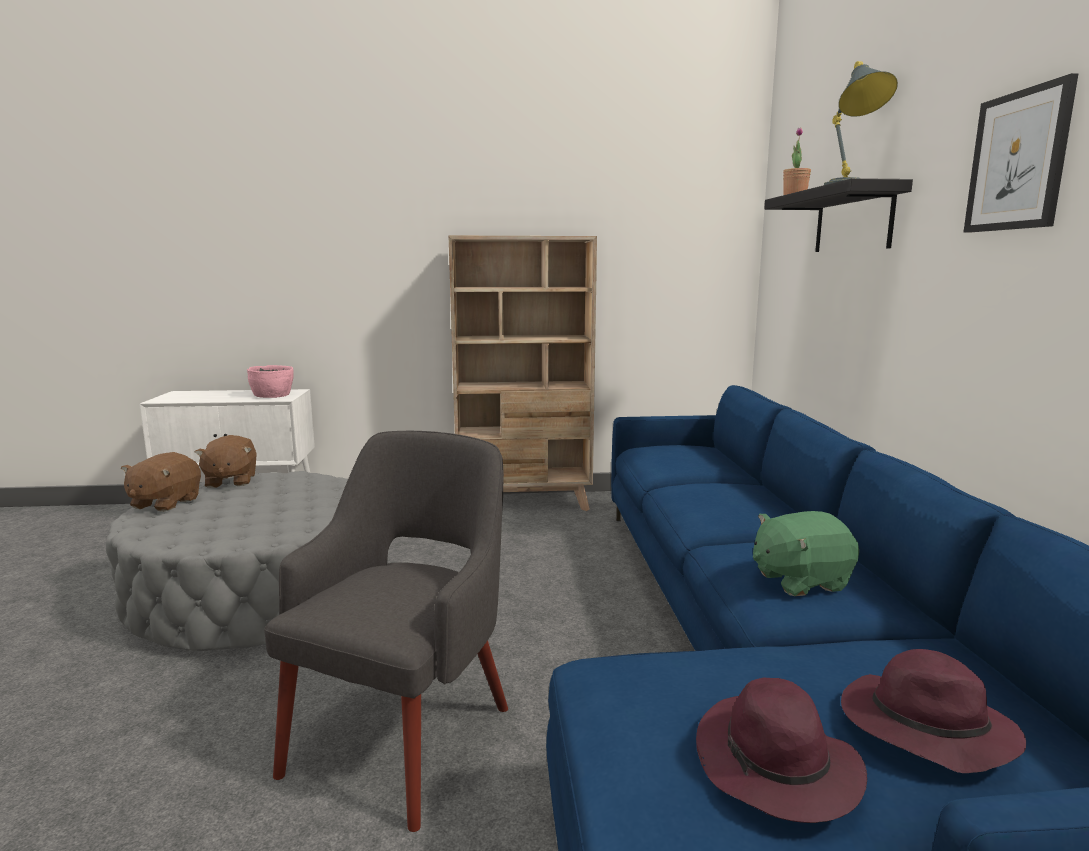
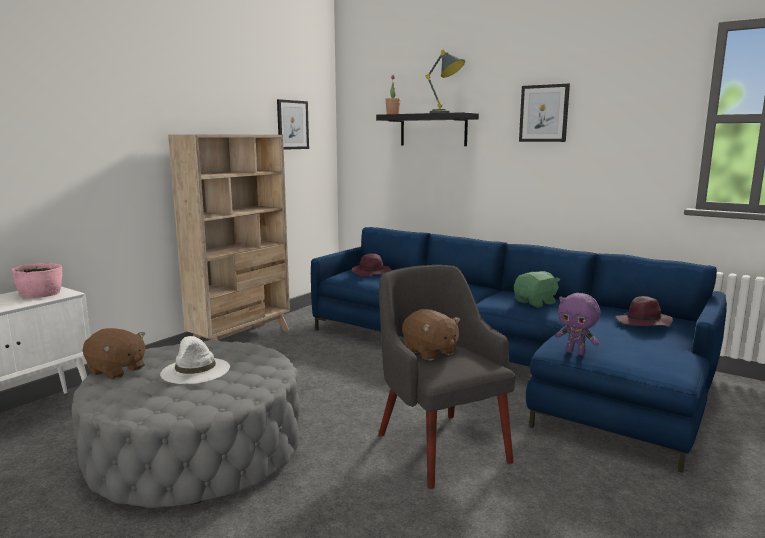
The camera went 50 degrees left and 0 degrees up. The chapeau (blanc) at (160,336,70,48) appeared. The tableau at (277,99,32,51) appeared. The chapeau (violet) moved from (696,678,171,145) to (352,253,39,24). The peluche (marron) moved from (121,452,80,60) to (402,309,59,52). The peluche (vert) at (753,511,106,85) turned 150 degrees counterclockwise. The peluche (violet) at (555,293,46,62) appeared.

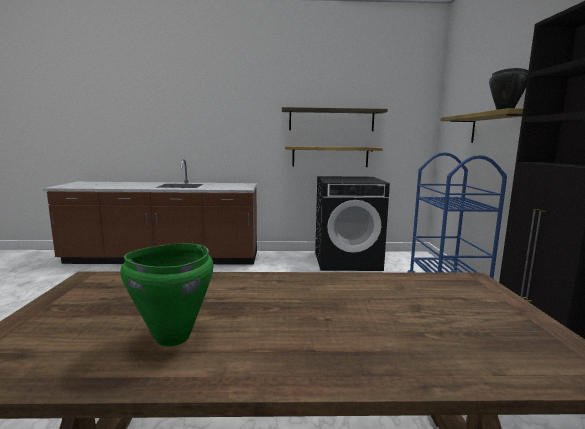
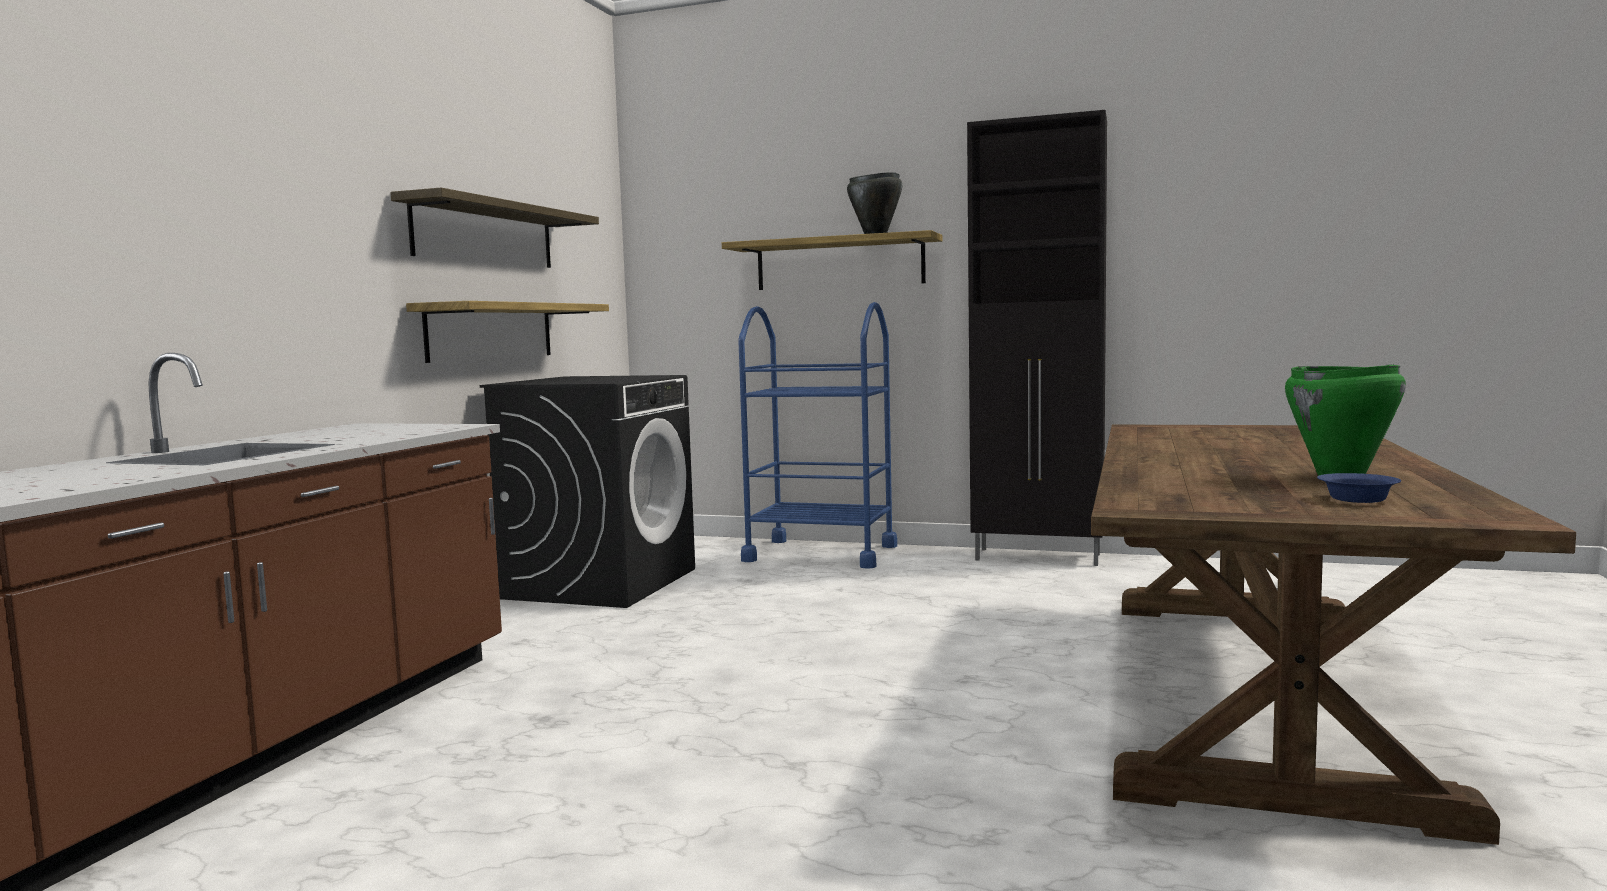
The camera went 70 degrees left and 5 degrees down. The bol (bleu) at (1317,473,84,30) appeared.

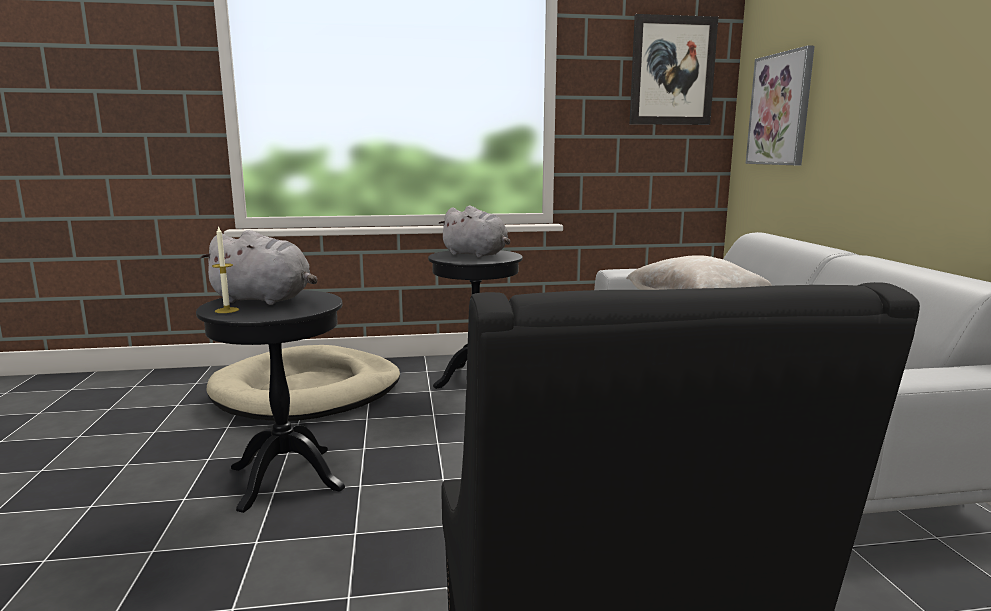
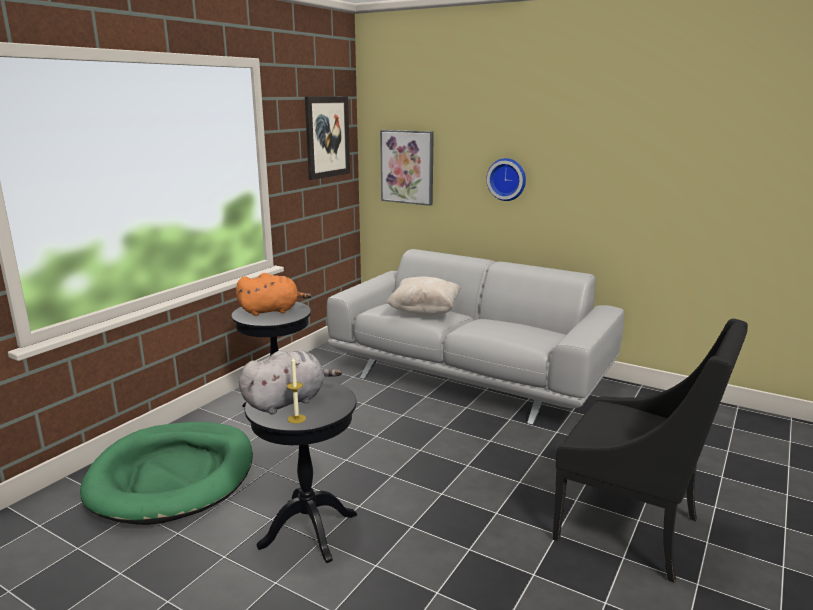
The camera went 50 degrees left and 5 degrees up. The panier pour chien (beige) at (207,345,193,76) became the panier pour chien (vert) at (80,422,173,103). The peluche (gris) at (438,206,72,52) became the peluche (orange) at (236,273,76,43). The horloge murale at (486,158,40,43) appeared.

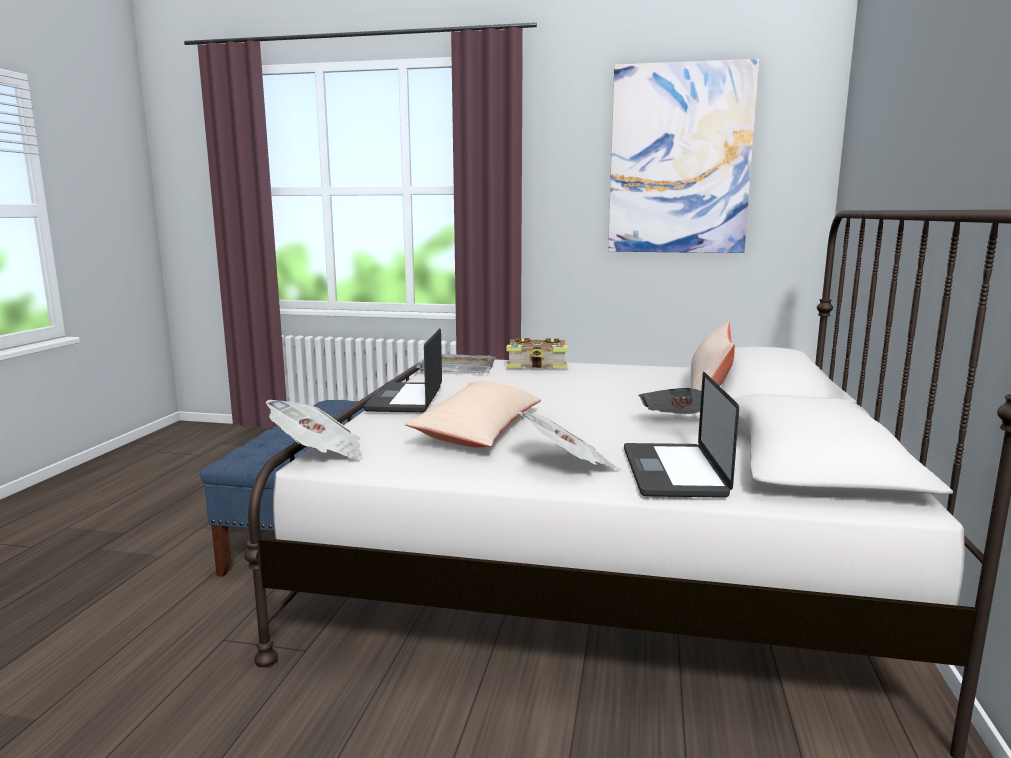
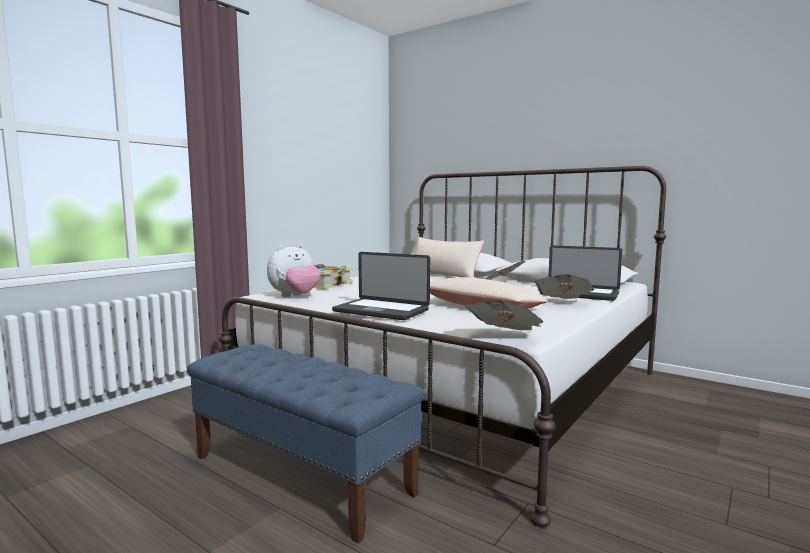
The camera went 65 degrees left and 5 degrees down. The plateau (gris) at (417,354,78,20) was replaced by the peluche at (267,244,54,53). The tableau at (608,59,151,194) disappeared.

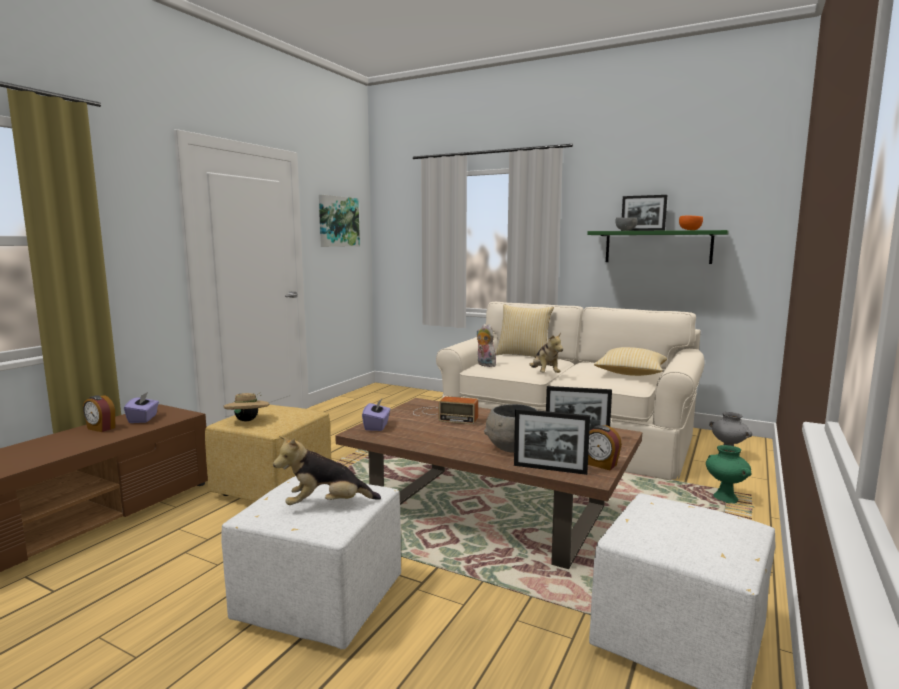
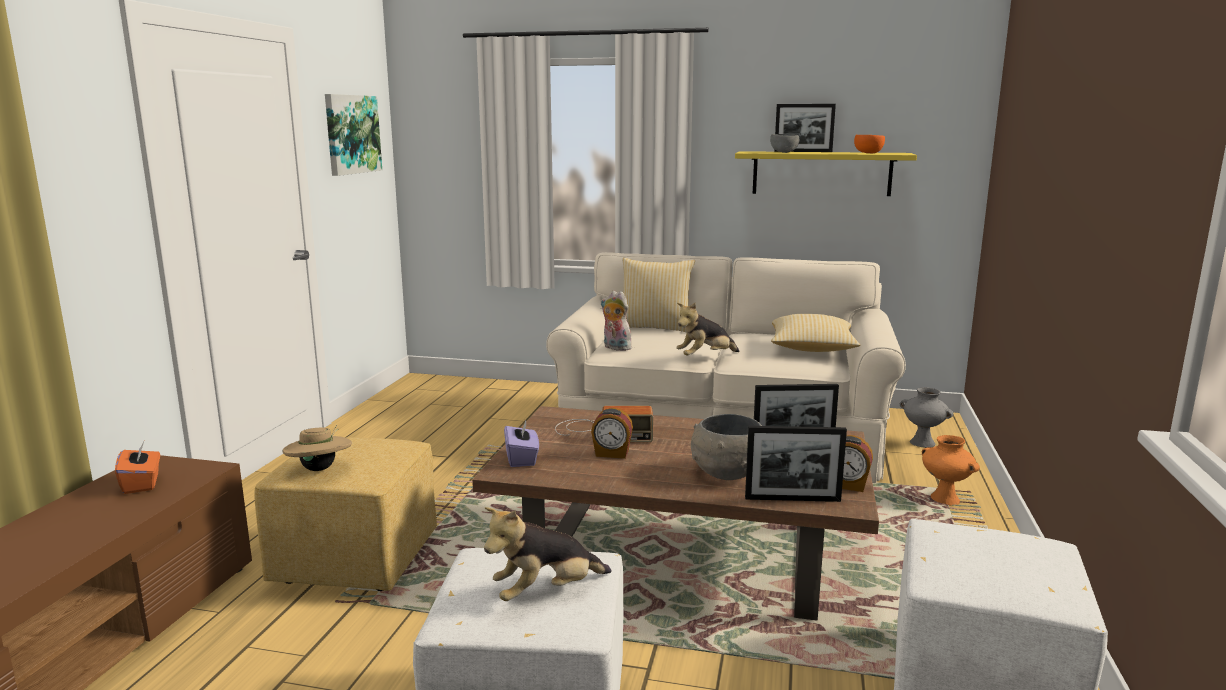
The camera went 15 degrees left and 5 degrees up. The boîte à mouchoirs (violet) at (124,392,35,31) became the boîte à mouchoirs (orange) at (115,441,45,53). The réveil moved from (83,395,32,37) to (591,408,42,51). The peluche at (529,333,34,40) turned 90 degrees clockwise. The étagère (vert) at (587,230,142,34) became the étagère (jaune) at (735,151,182,45). The vase (vert) at (706,445,46,58) became the vase (orange) at (922,435,58,71).

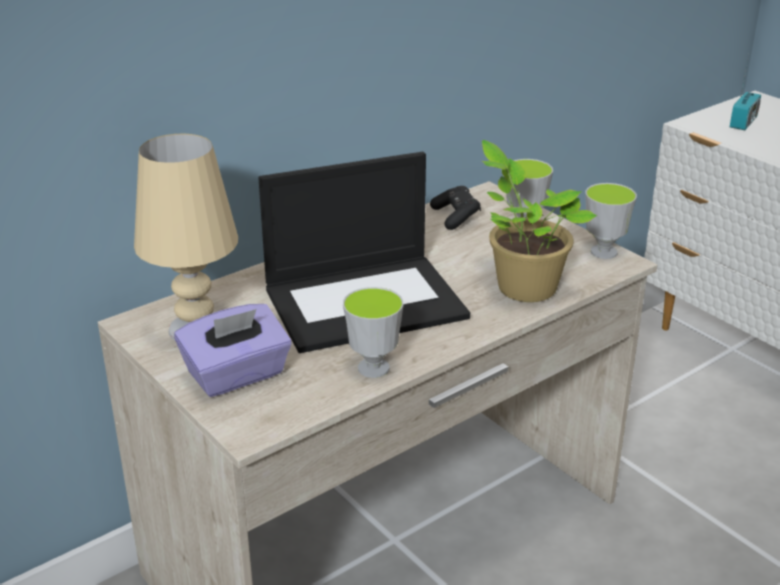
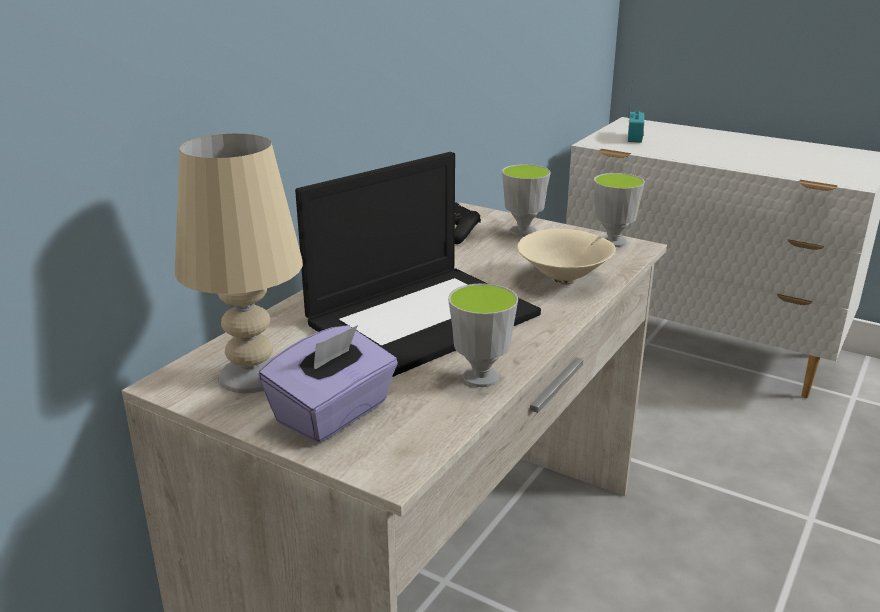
The camera went 20 degrees left and 5 degrees down. The plante en pot at (482,140,115,162) was replaced by the bol (beige) at (517,228,99,57).

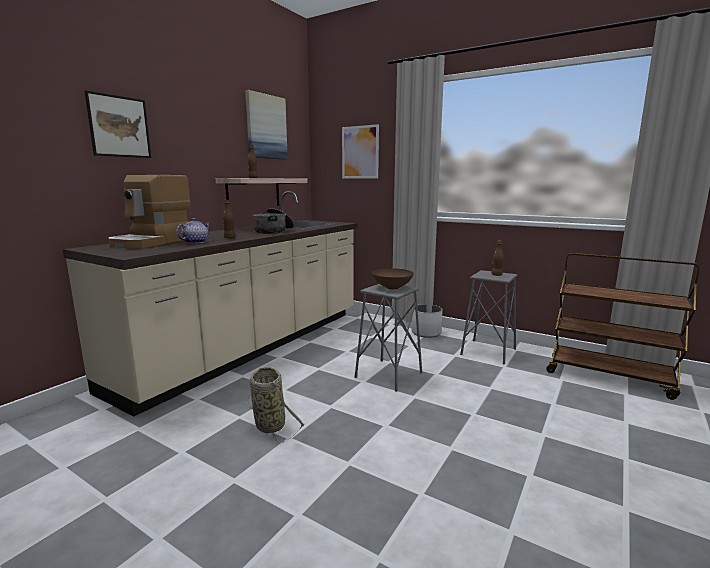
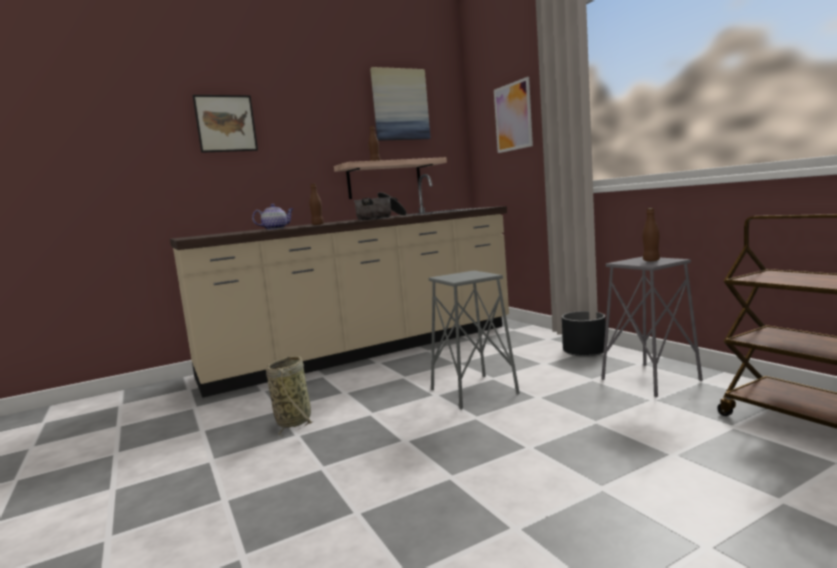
The camera went 30 degrees right and 5 degrees down. The cache-pot (blanc) at (412,304,31,34) became the cache-pot (noir) at (562,311,44,46). The machine à café at (108,175,82,74) disappeared. The bol (marron) at (372,268,42,21) disappeared.

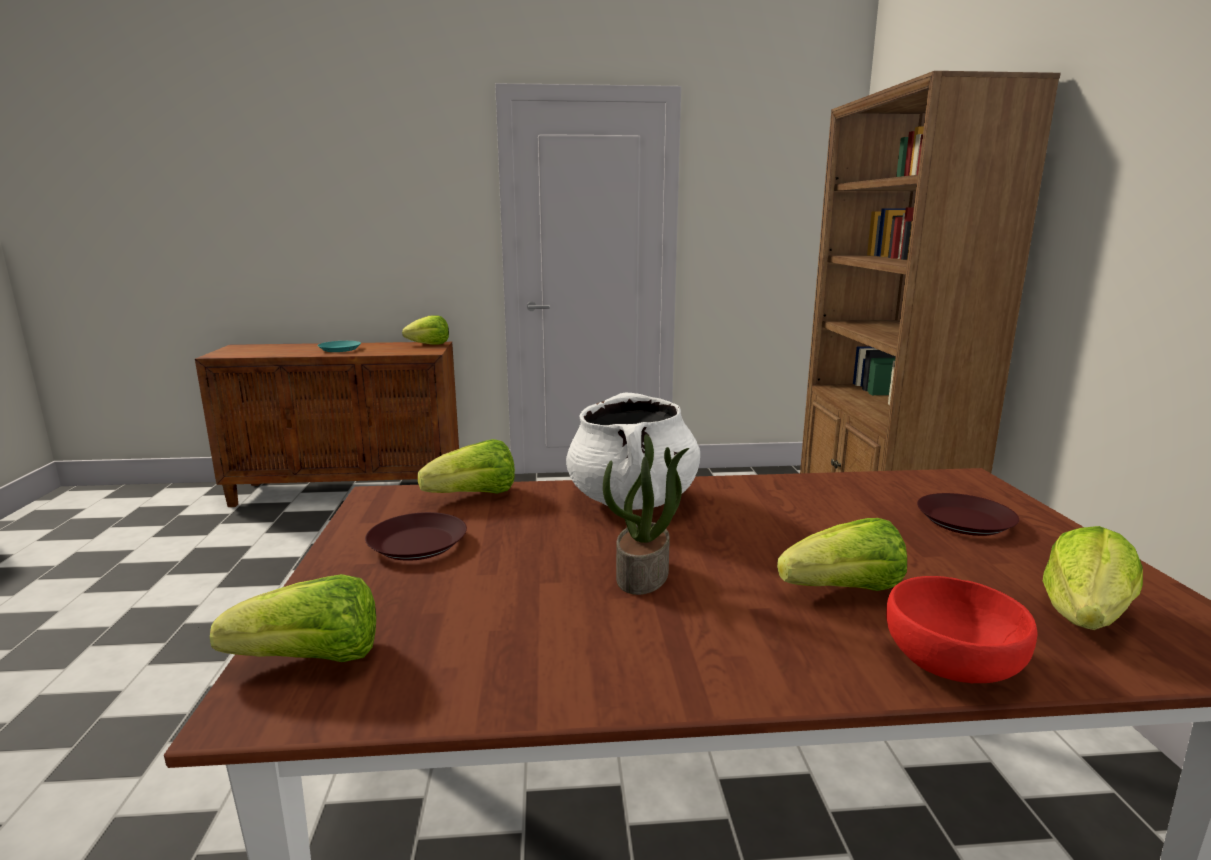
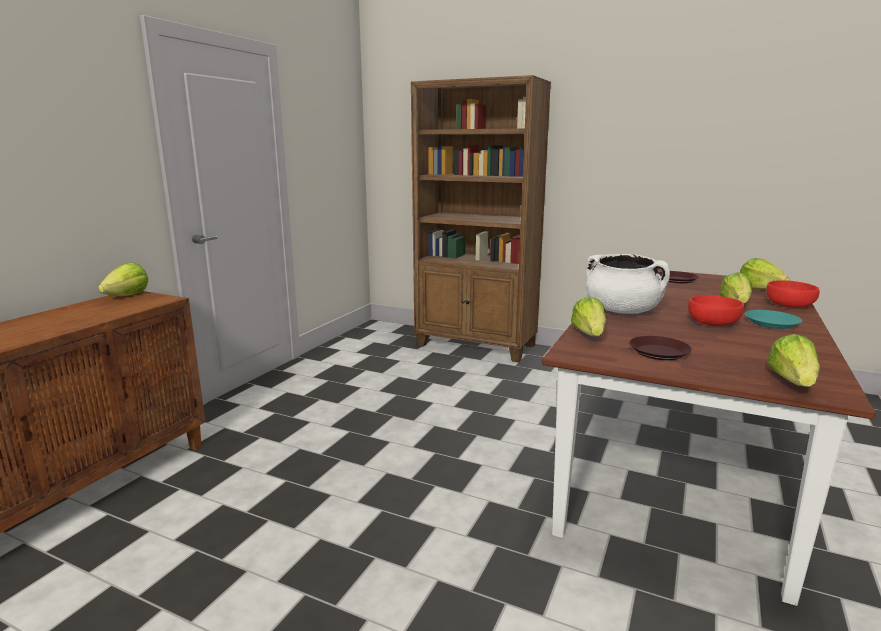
The camera went 60 degrees left and 0 degrees up. The plante en pot at (603,434,86,161) was replaced by the bol (rouge) at (688,295,56,31). The assiette (turquoise) moved from (317,341,44,11) to (745,310,57,19).

